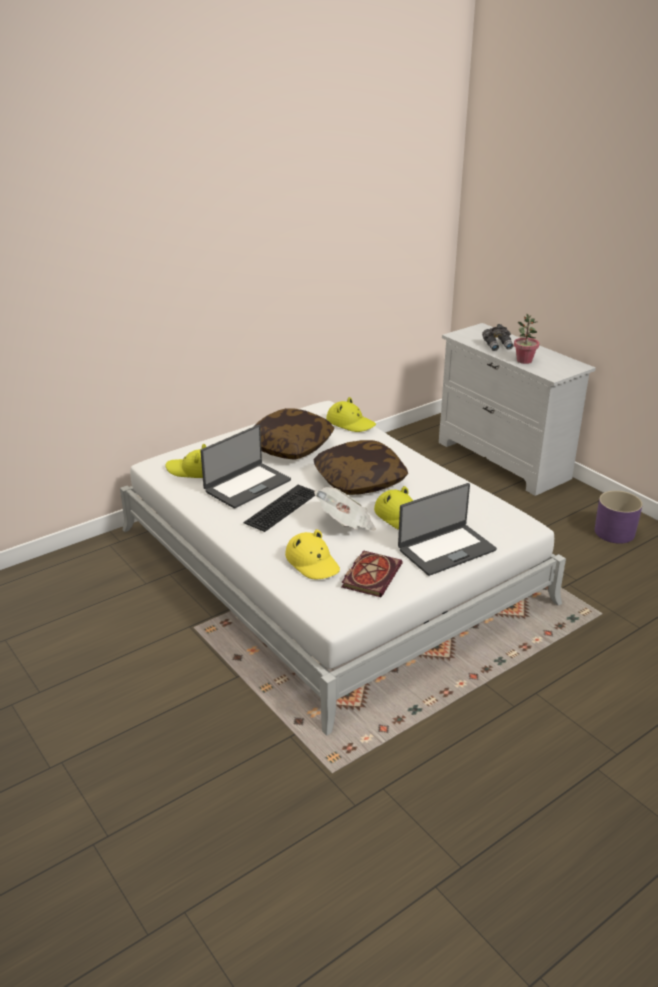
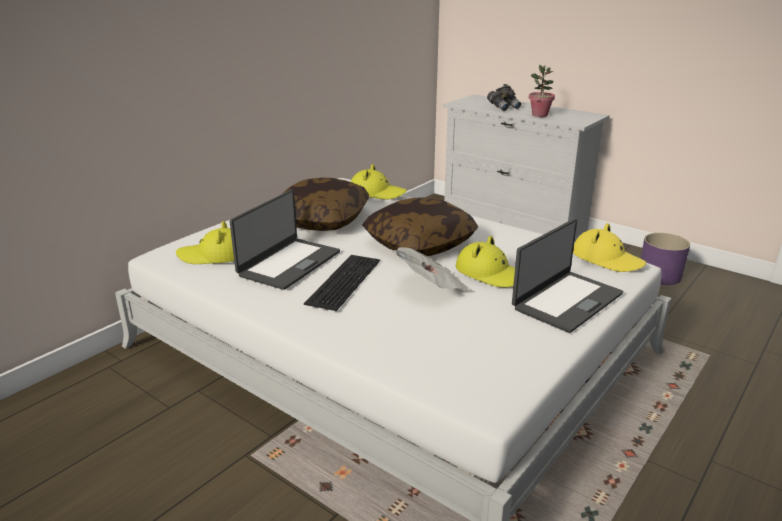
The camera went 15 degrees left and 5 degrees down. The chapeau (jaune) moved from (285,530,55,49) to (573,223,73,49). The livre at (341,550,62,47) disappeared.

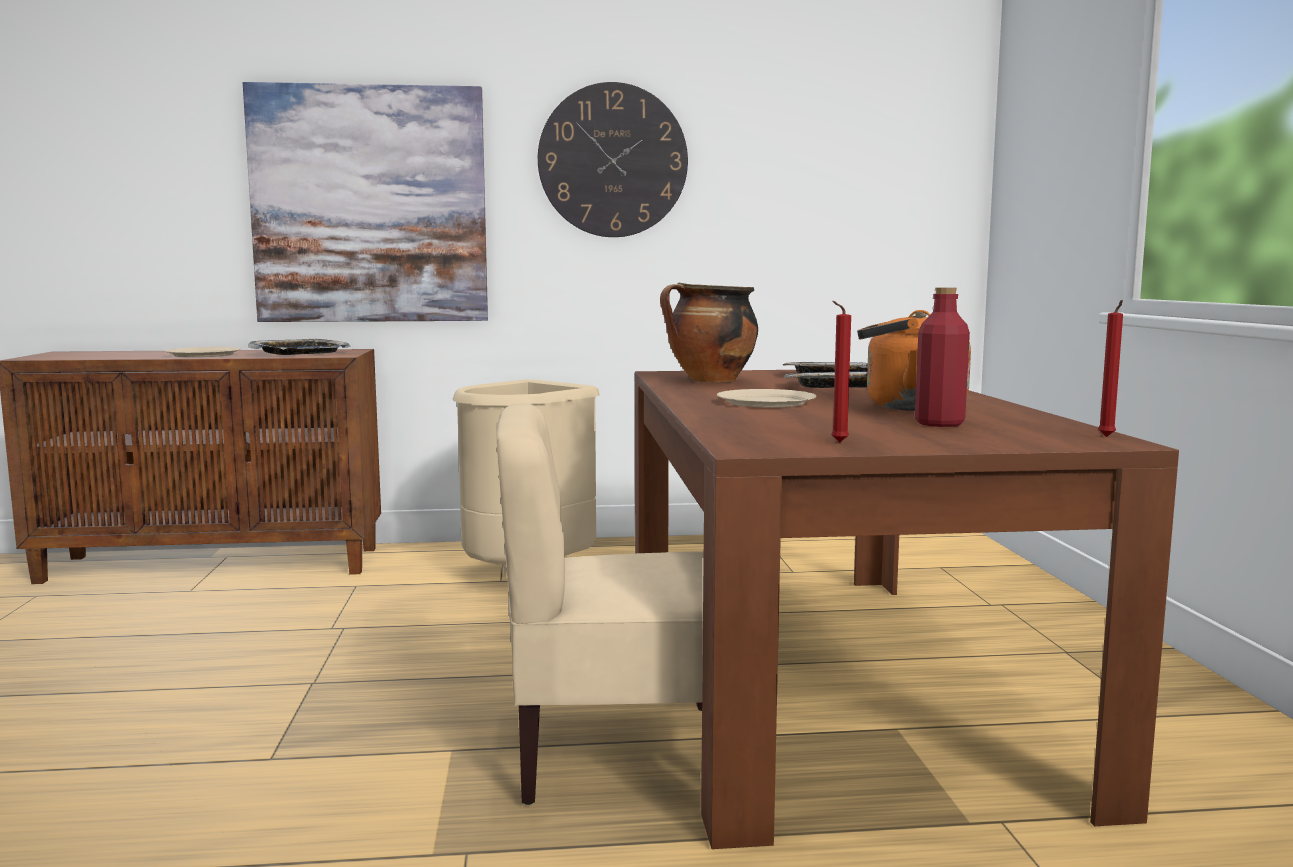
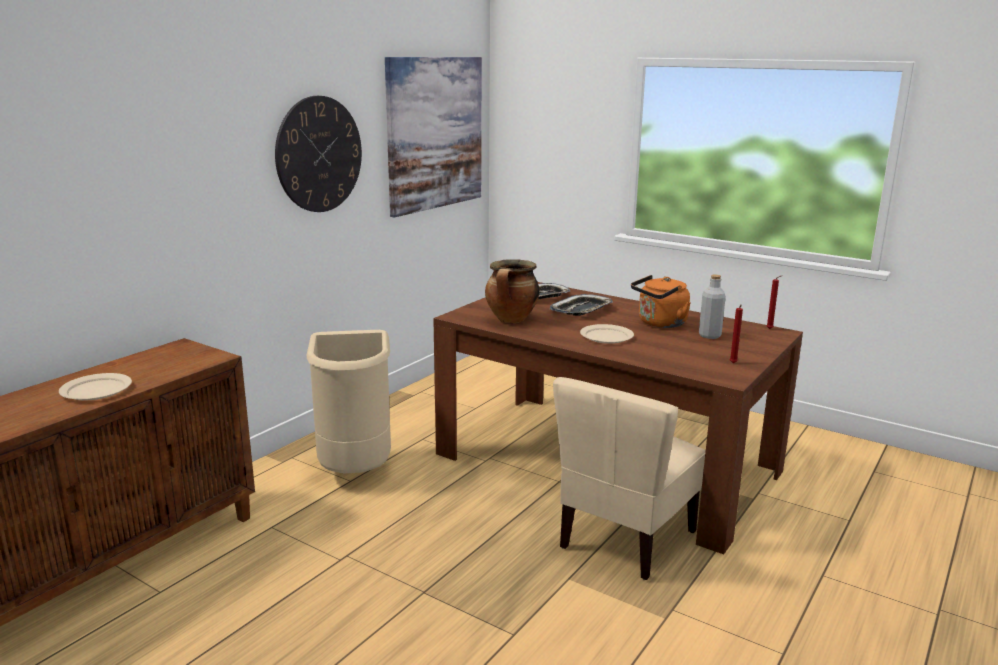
The camera went 50 degrees left and 10 degrees up. The tableau moved from (243,82,245,240) to (385,57,97,161). The bouteille (rouge) at (915,287,55,140) became the bouteille (gris) at (699,274,27,65). The plateau at (248,339,103,16) disappeared.

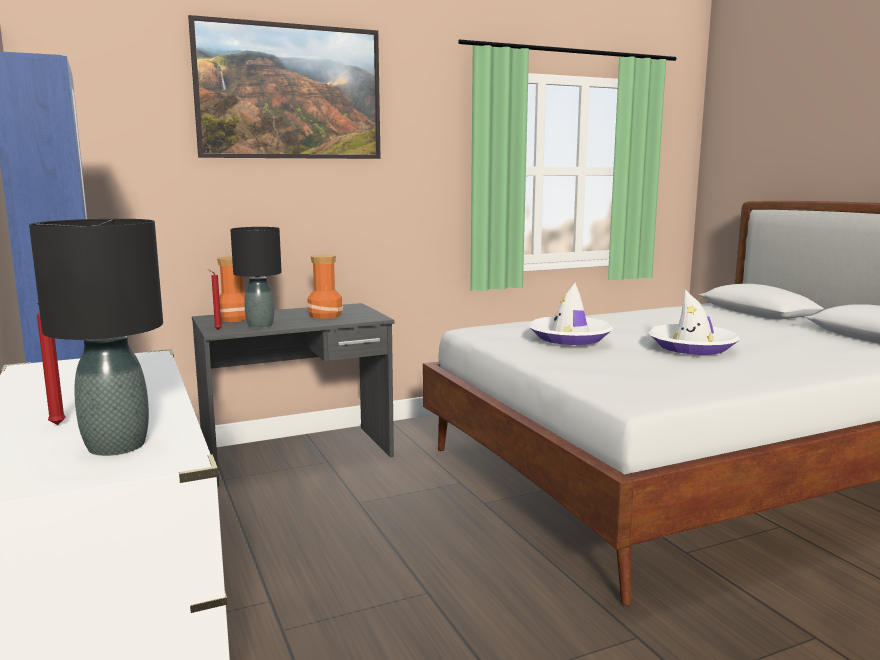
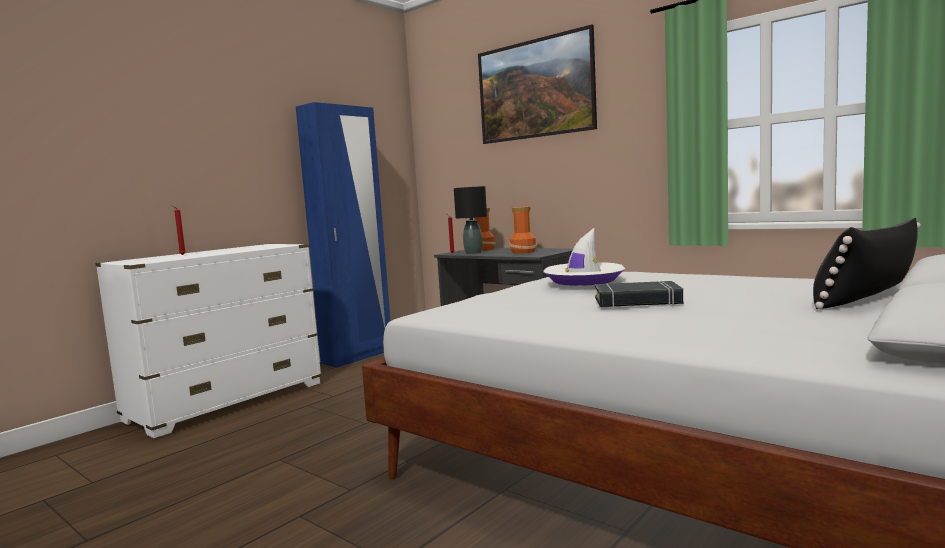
The camera went 65 degrees right and 5 degrees down. The chapeau (blanc) at (648,290,92,65) was replaced by the livre (noir) at (595,281,88,26). The coussin (noir) at (813,218,108,91) appeared. The lampe de table (noir) at (29,219,134,237) disappeared.

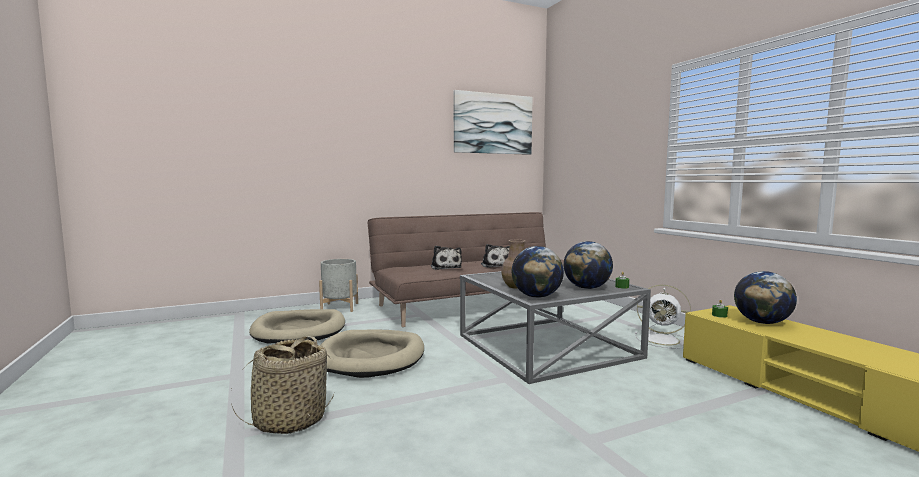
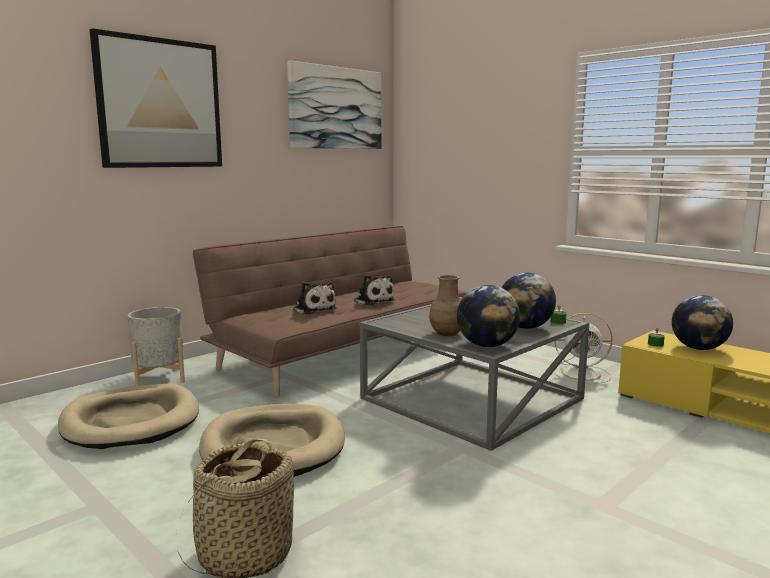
The camera went 20 degrees left and 5 degrees up. The tableau at (89,28,133,140) appeared.

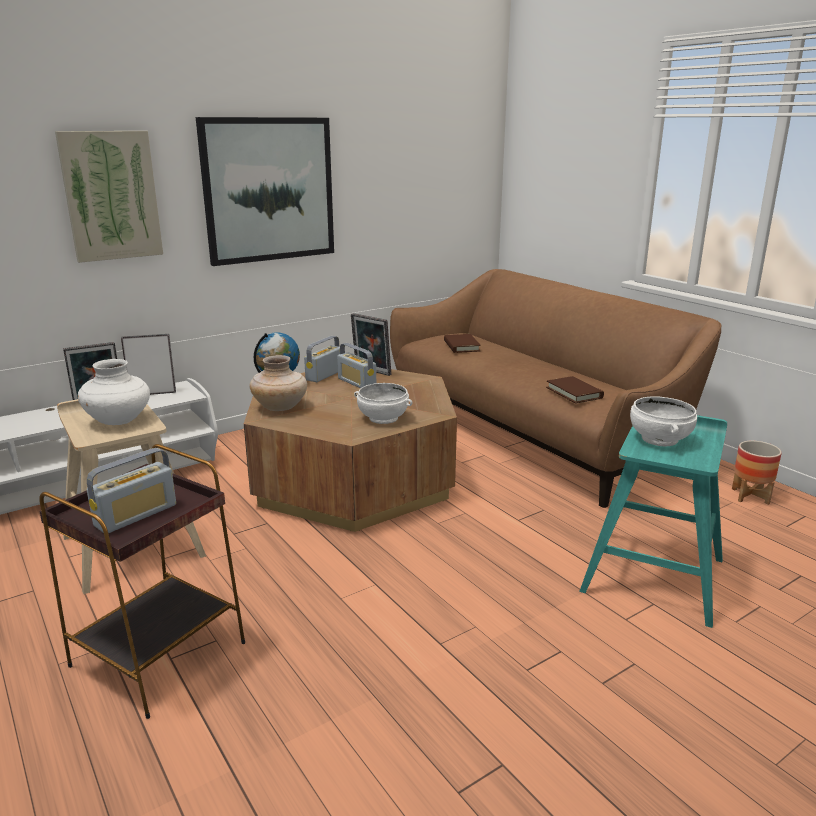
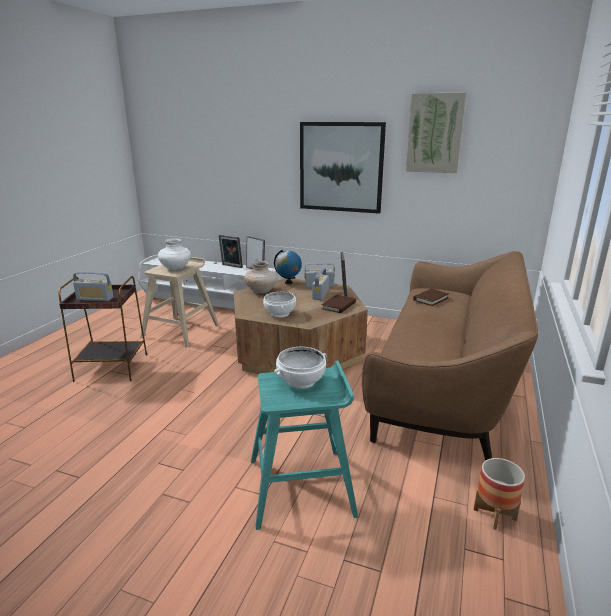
The camera went 55 degrees right and 0 degrees up. The livre (marron) moved from (546,376,58,28) to (322,295,34,18). The tableau moved from (55,131,108,132) to (406,92,60,81).

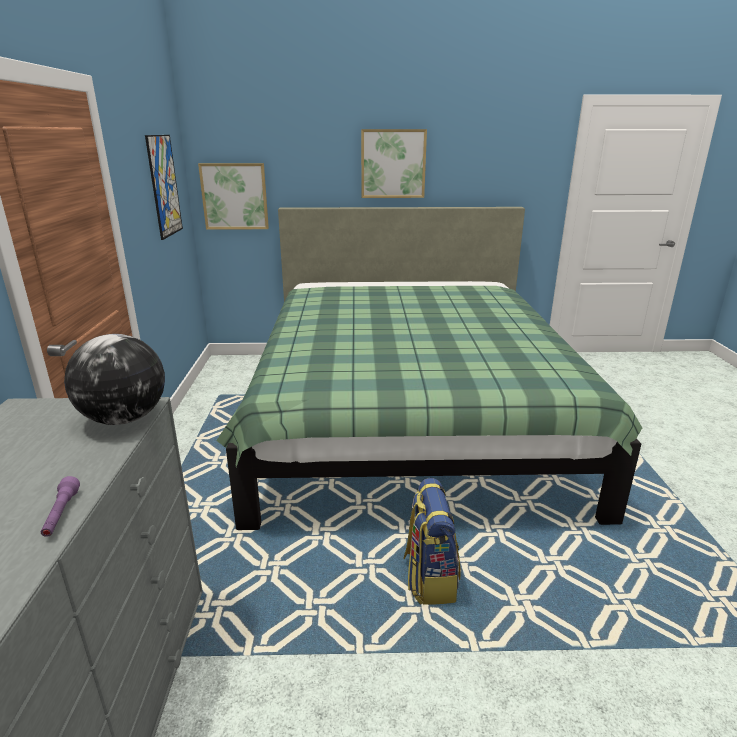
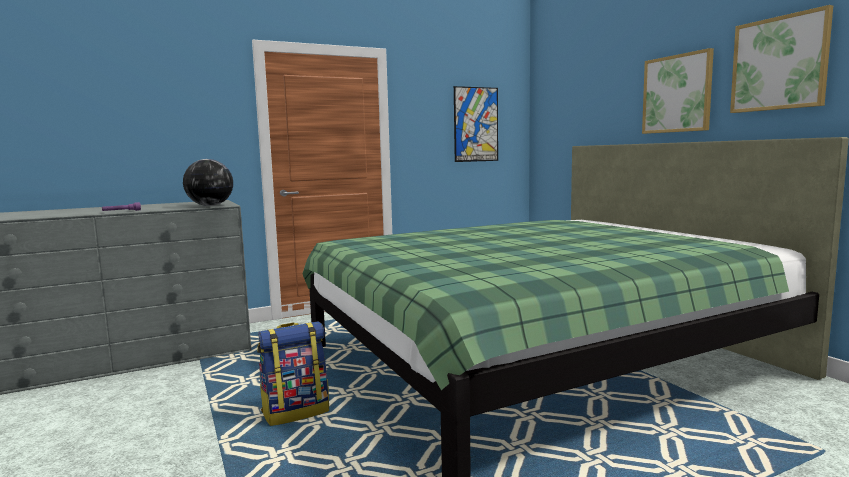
The camera went 65 degrees right and 15 degrees down. The tableau moved from (198,163,71,67) to (730,5,103,108).

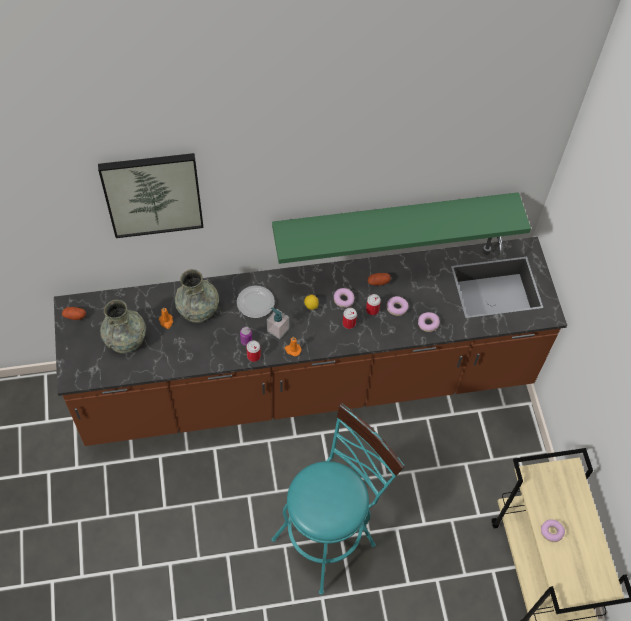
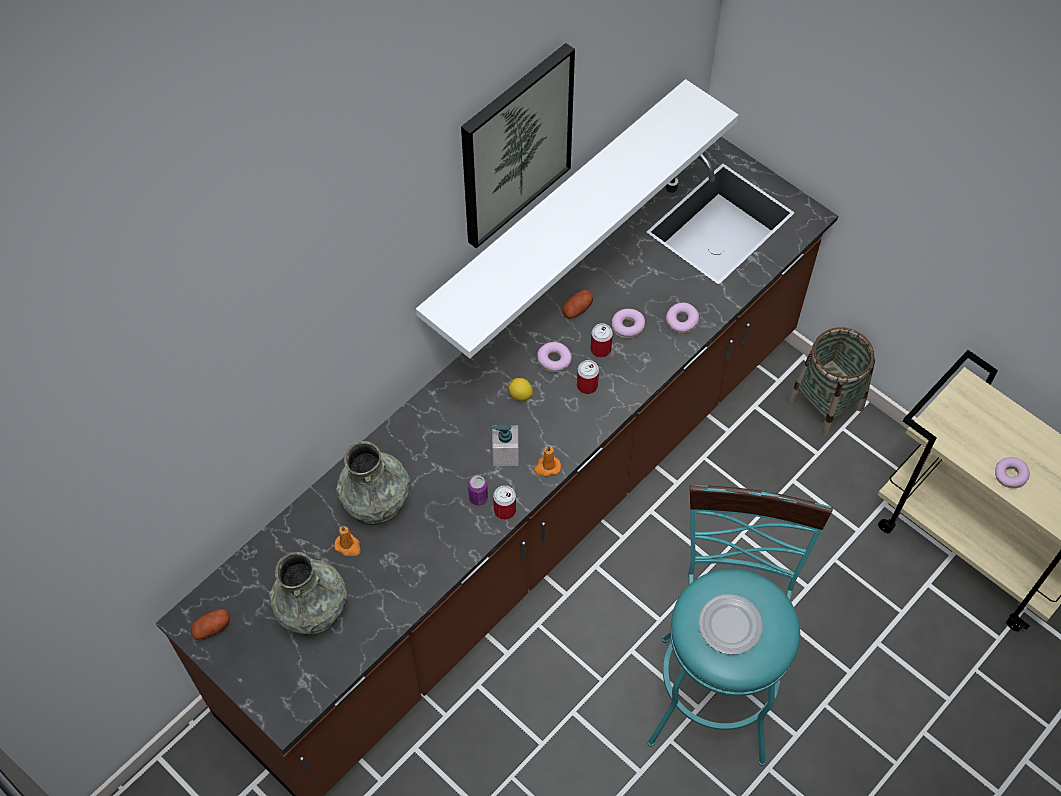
The camera went 35 degrees left and 0 degrees up. The étagère (vert) at (272,192,259,72) became the étagère (blanc) at (416,79,322,279). The tableau moved from (98,153,106,85) to (461,43,114,205). The assiette moved from (237,286,38,32) to (698,594,65,61). The panier at (789,327,86,109) appeared.

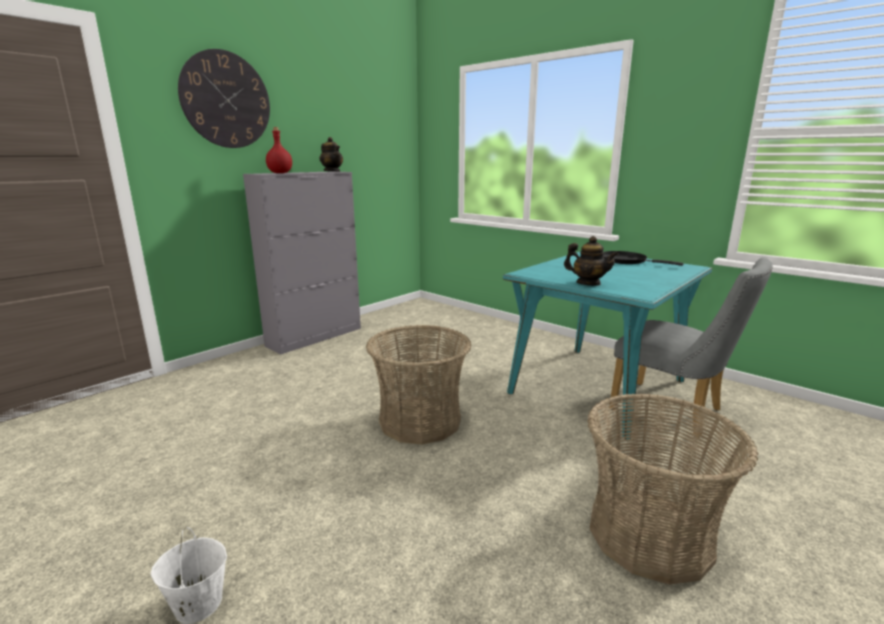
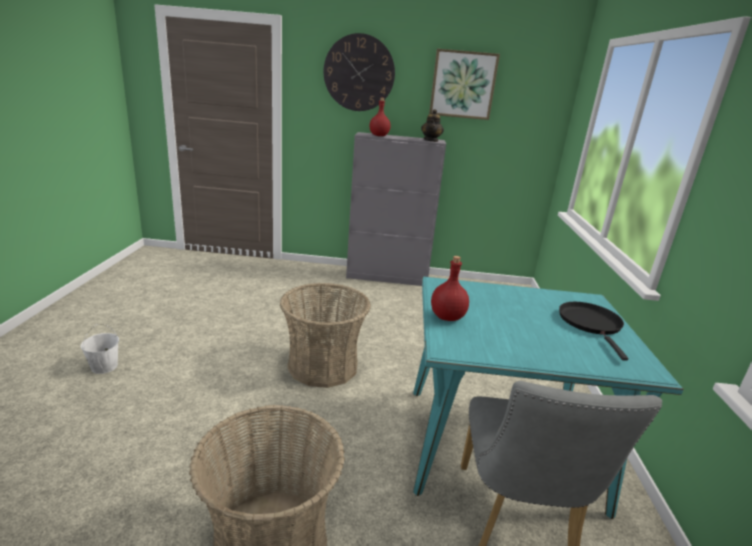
The camera went 50 degrees right and 5 degrees up. The tableau at (429,49,71,71) appeared. The théière at (564,236,55,50) was replaced by the bouteille (rouge) at (431,256,38,65).

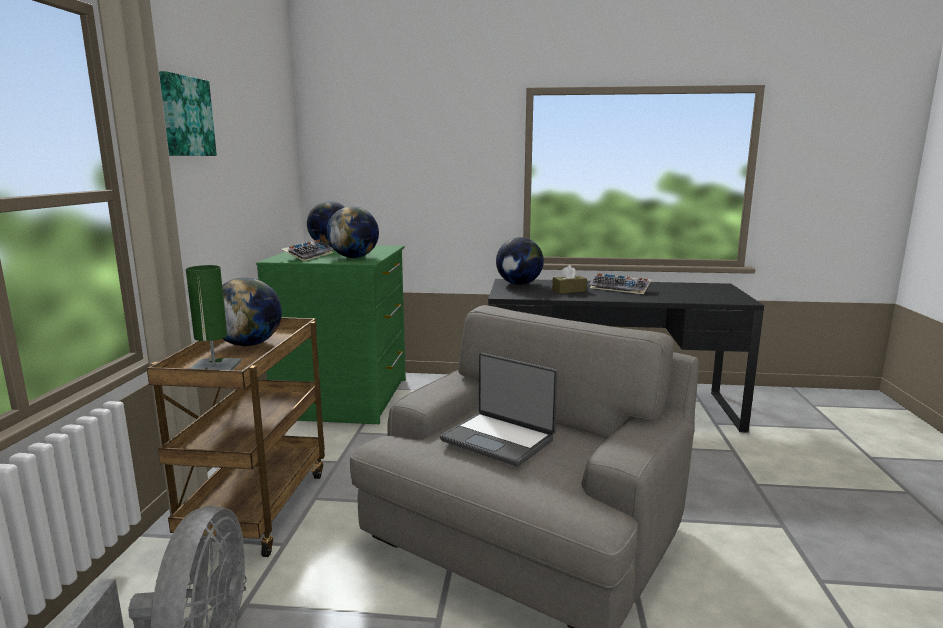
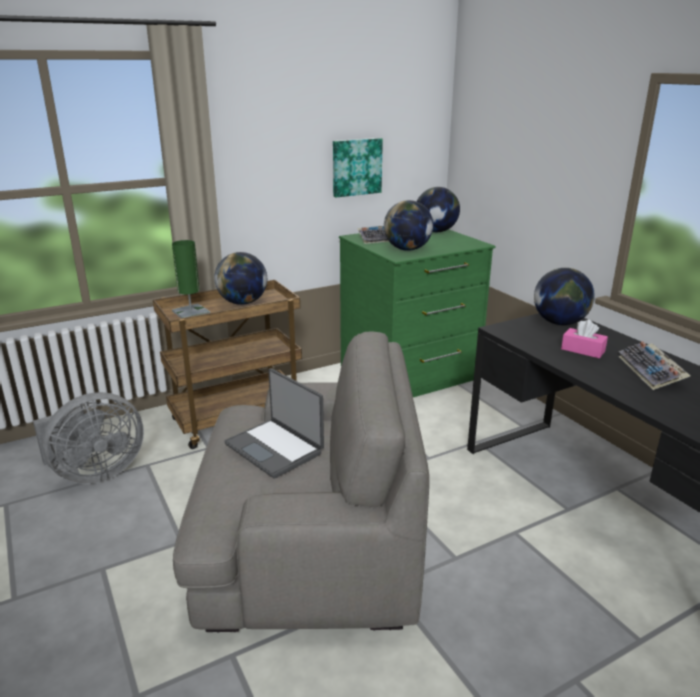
The camera went 55 degrees right and 10 degrees up. The ordinateur portable at (440,353,118,114) turned 45 degrees counterclockwise. The tableau moved from (159,71,58,85) to (333,138,50,59). The boîte à mouchoirs (marron) at (552,265,35,29) became the boîte à mouchoirs (rose) at (561,320,47,38).

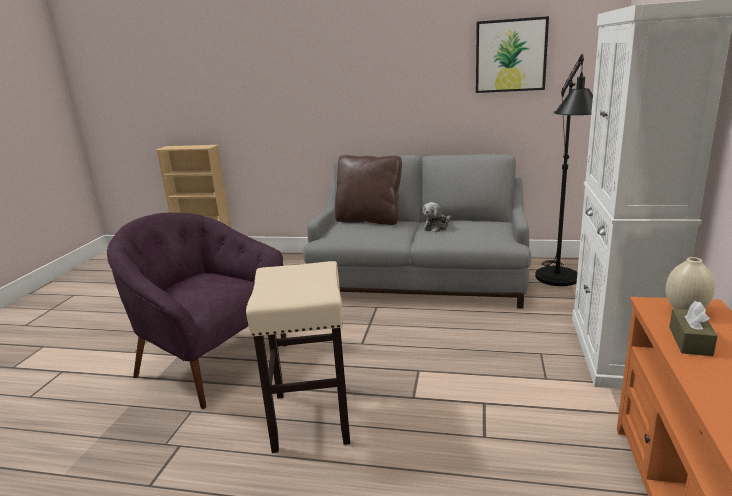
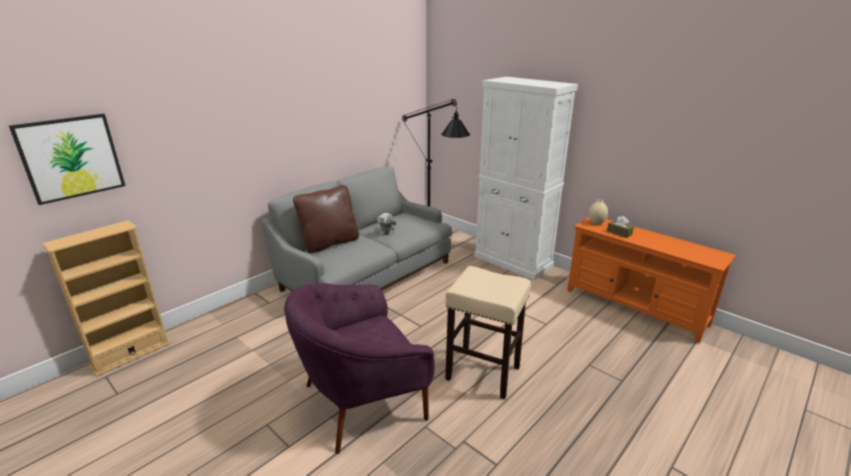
The camera went 60 degrees left and 5 degrees up. The tableau moved from (476,16,73,77) to (9,114,116,91).

